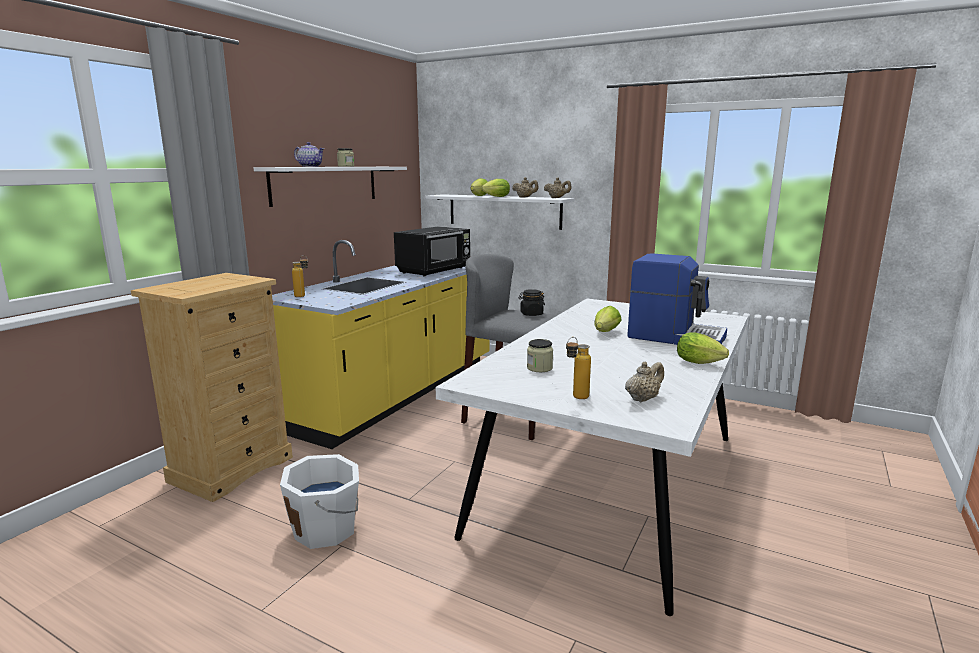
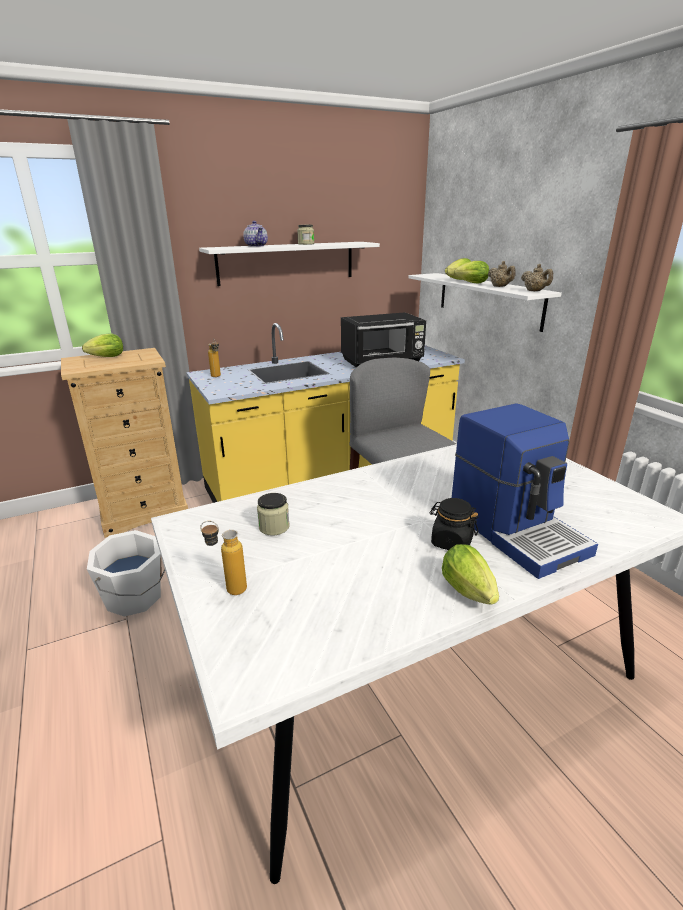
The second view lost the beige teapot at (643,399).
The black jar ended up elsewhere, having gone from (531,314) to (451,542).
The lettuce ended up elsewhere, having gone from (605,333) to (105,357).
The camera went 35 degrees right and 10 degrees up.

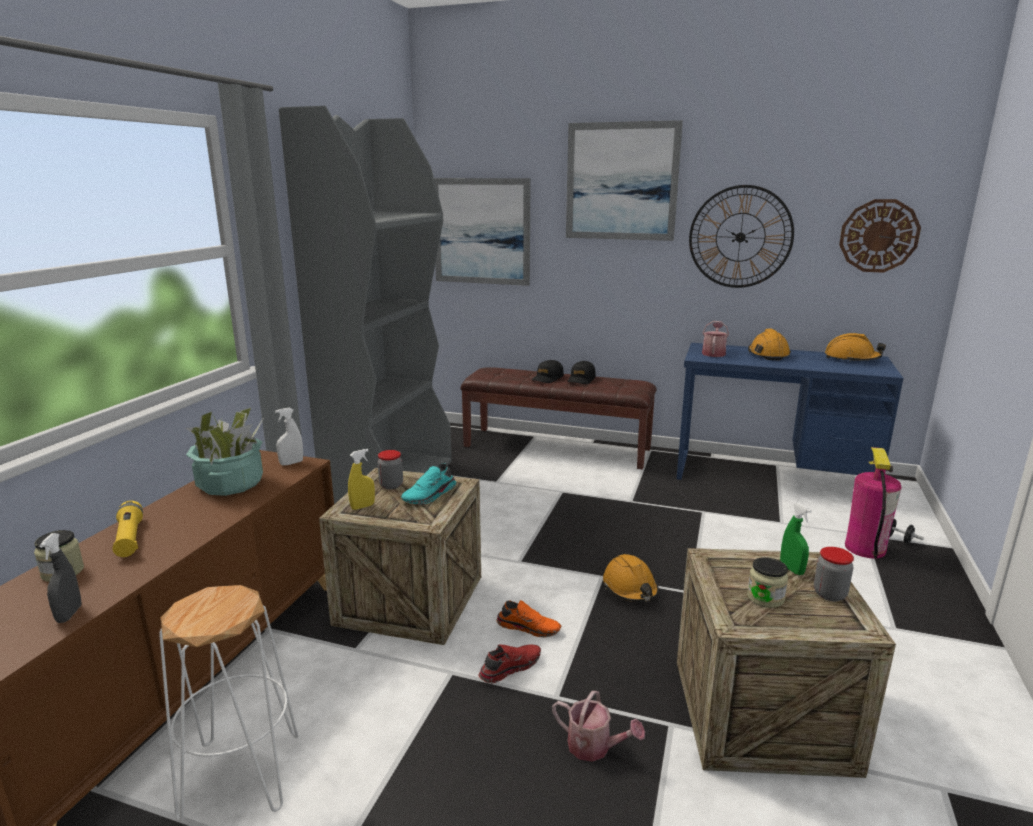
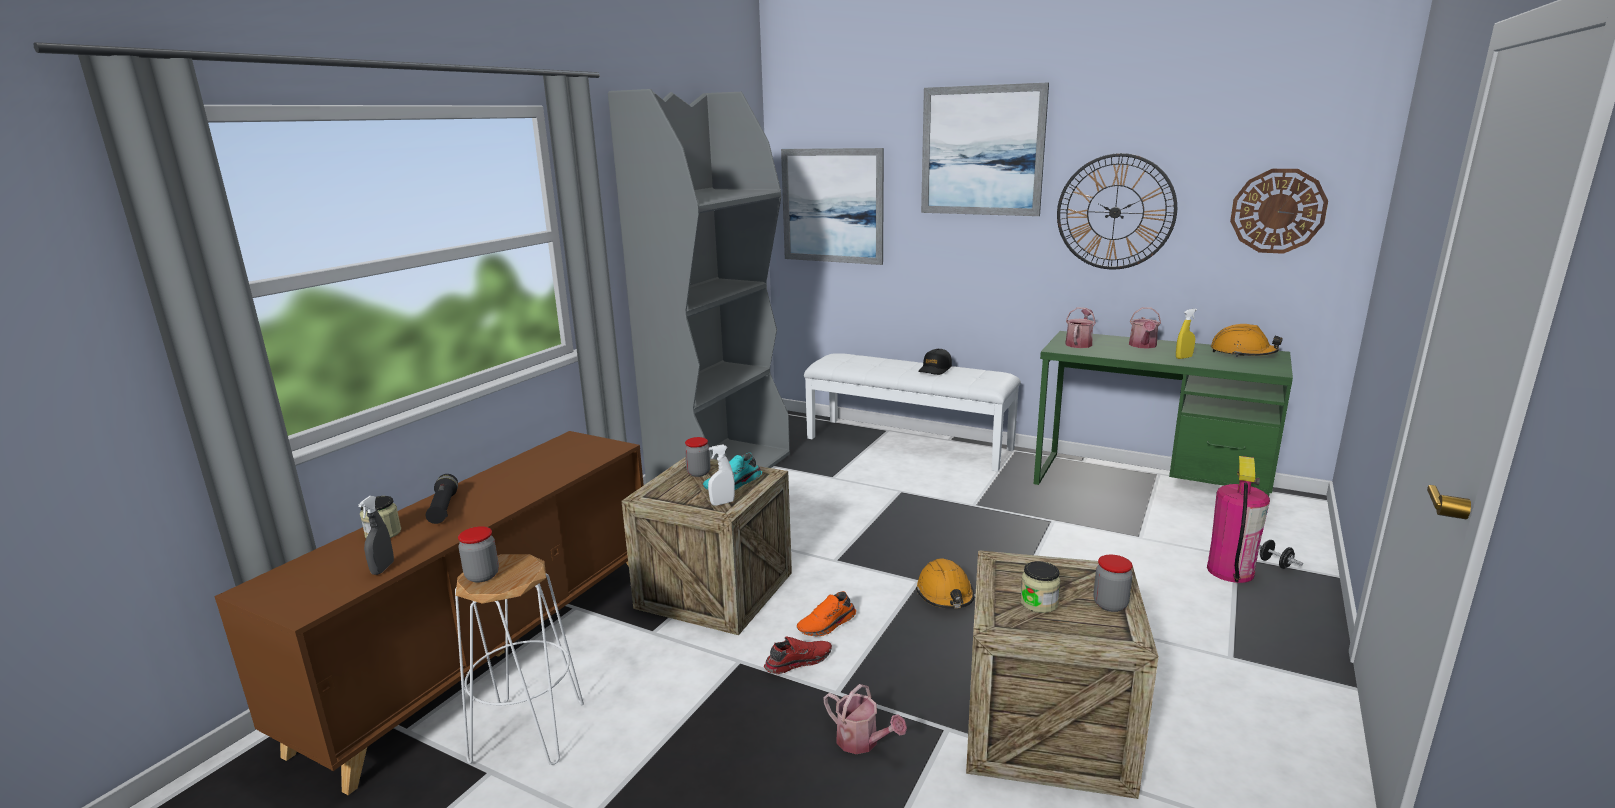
The second view lost the potted plant at (231,484).
The second view lost the black cap at (547,378).
The second view lost the green spray bottle at (791,569).
The second view gained the jar at (482,576).
The white spray bottle ended up elsewhere, having gone from (291,463) to (722,503).
The yellow spray bottle ended up elsewhere, having gone from (362,507) to (1183,357).
Where the orange hard hat stood at (768,354), the watering can came to stand at (1143,346).
What was the yellow flashlight at (129,538) turned into the black flashlight at (443,508).
What was the brown bench at (557,447) turned into the white bench at (909,443).
What was the blue desk at (772,476) turned into the green desk at (1147,485).
The orange shoe at (529,627) ended up facing another way, 120 degrees clockwise from before.
The camera went 10 degrees right and 0 degrees up.

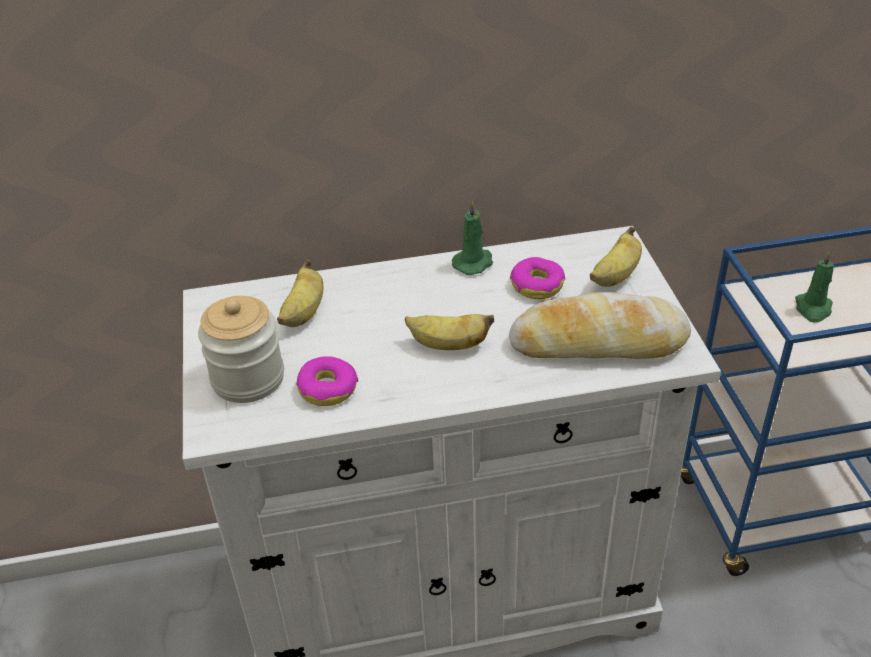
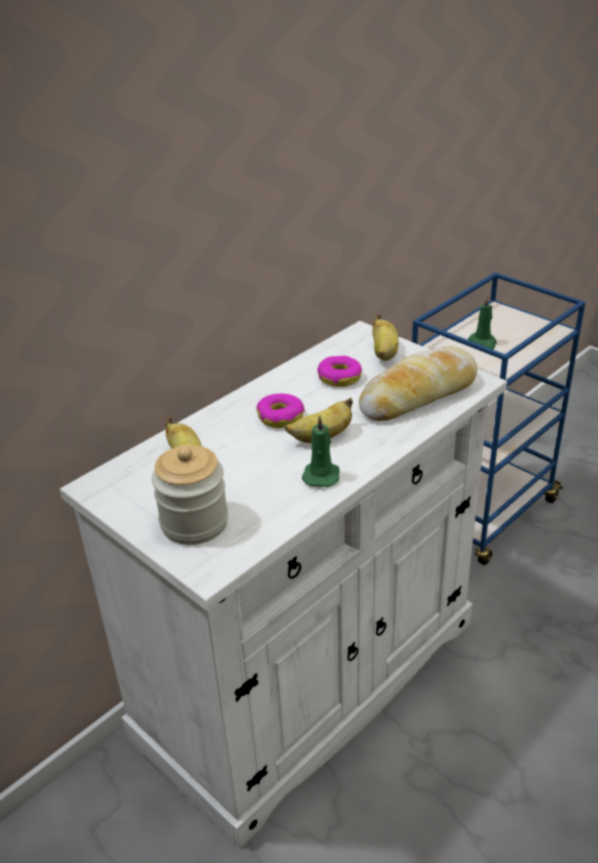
The donut ended up elsewhere, having gone from (328,389) to (281,417).
The green candle ended up elsewhere, having gone from (474,263) to (321,475).
The camera went 35 degrees left and 5 degrees down.

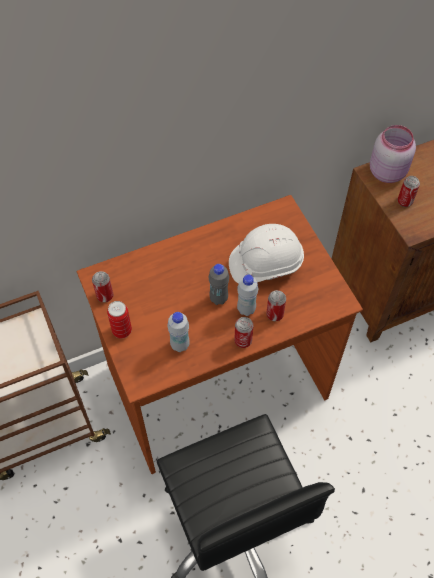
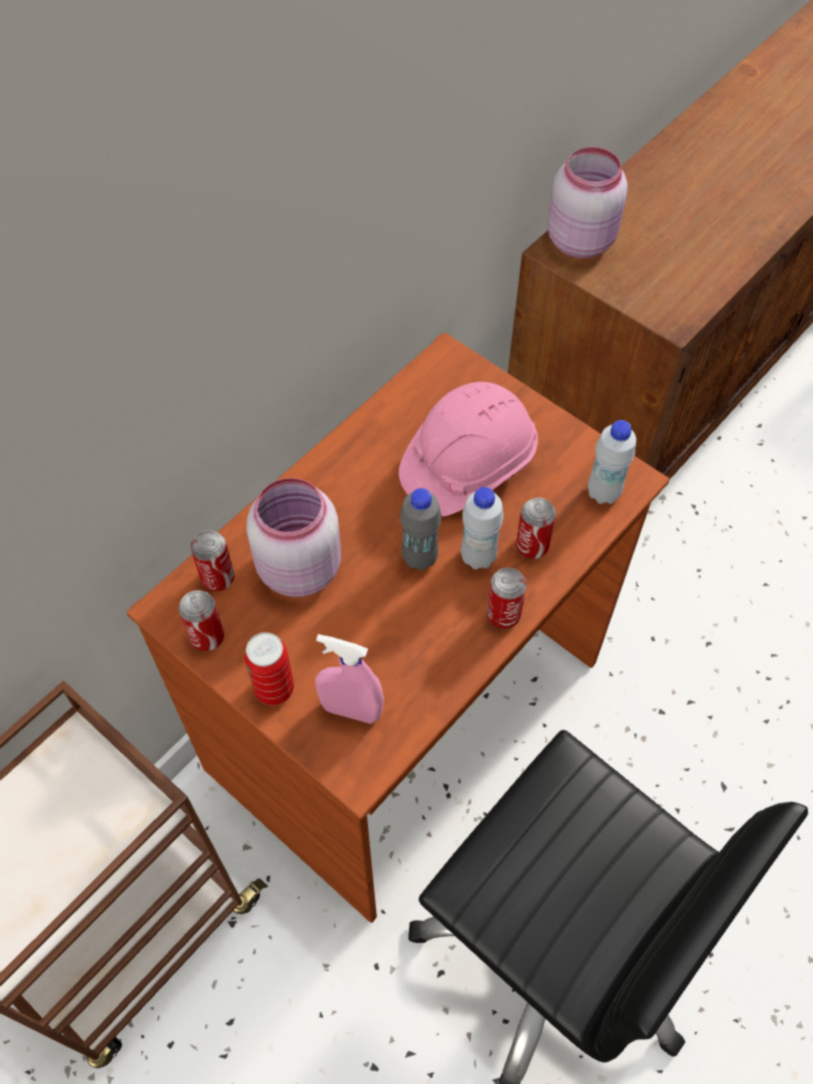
The second view gained the pink jar at (297,566).
The second view gained the pink spray bottle at (351,710).
The white bottle ended up elsewhere, having gone from (180,345) to (603,493).
The can ended up elsewhere, having gone from (405,201) to (218,578).
What was the white hard hat at (265,264) turned into the pink hard hat at (467,465).
The camera went 25 degrees left and 0 degrees up.

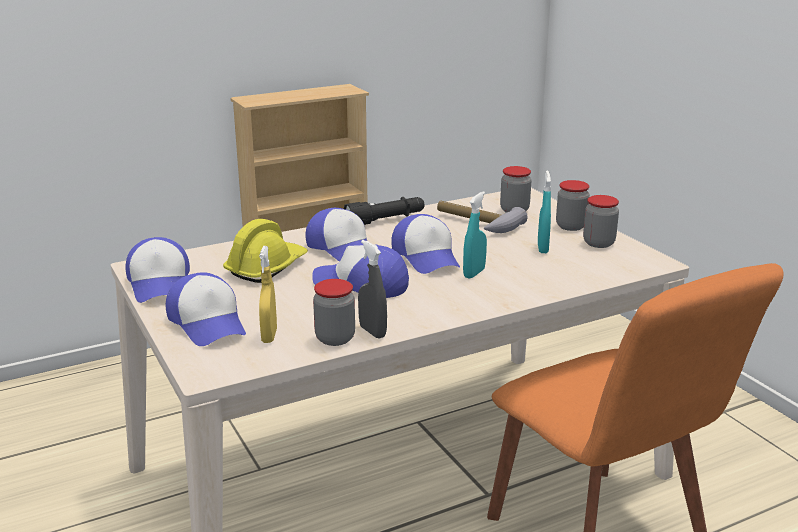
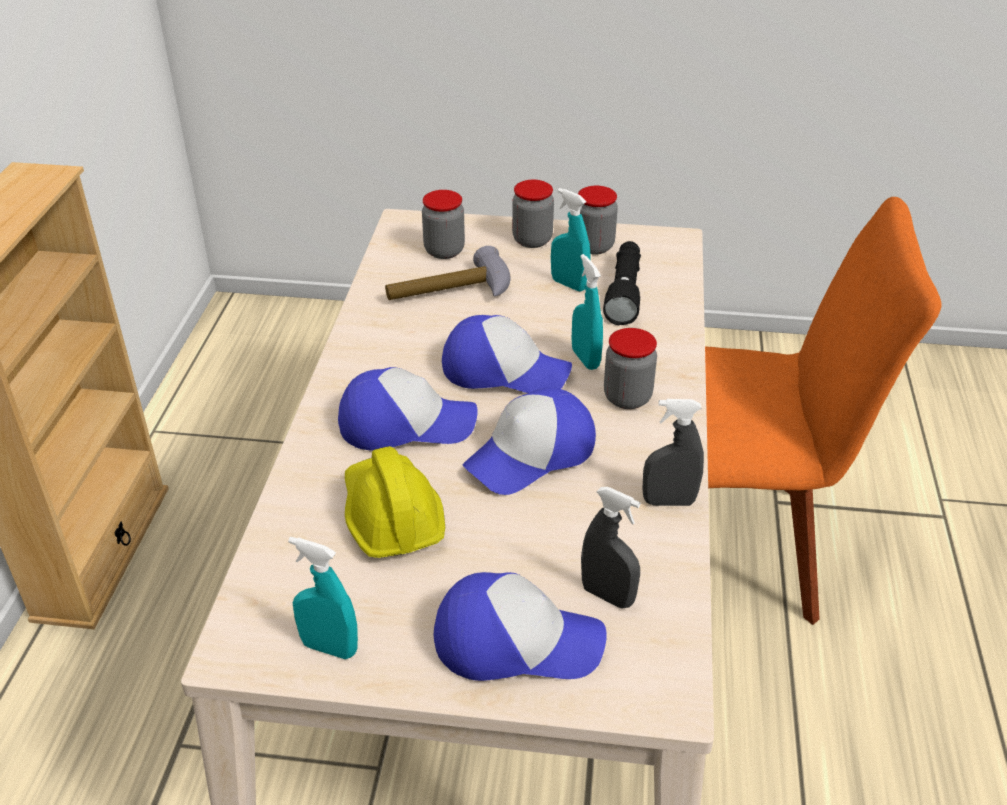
The jar ended up elsewhere, having gone from (335,338) to (627,397).
The black flashlight ended up elsewhere, having gone from (385,221) to (624,292).
Where the cap stood at (160,283), the turquoise spray bottle came to stand at (329,647).
What was the yellow spray bottle at (269,336) turned into the grey spray bottle at (607,595).
The camera went 55 degrees left and 15 degrees up.

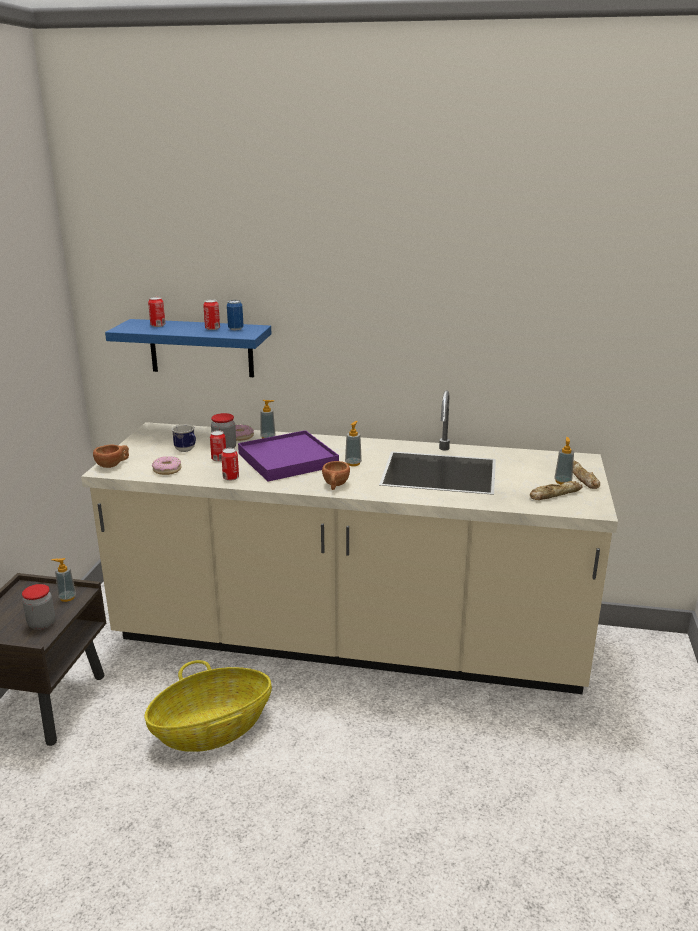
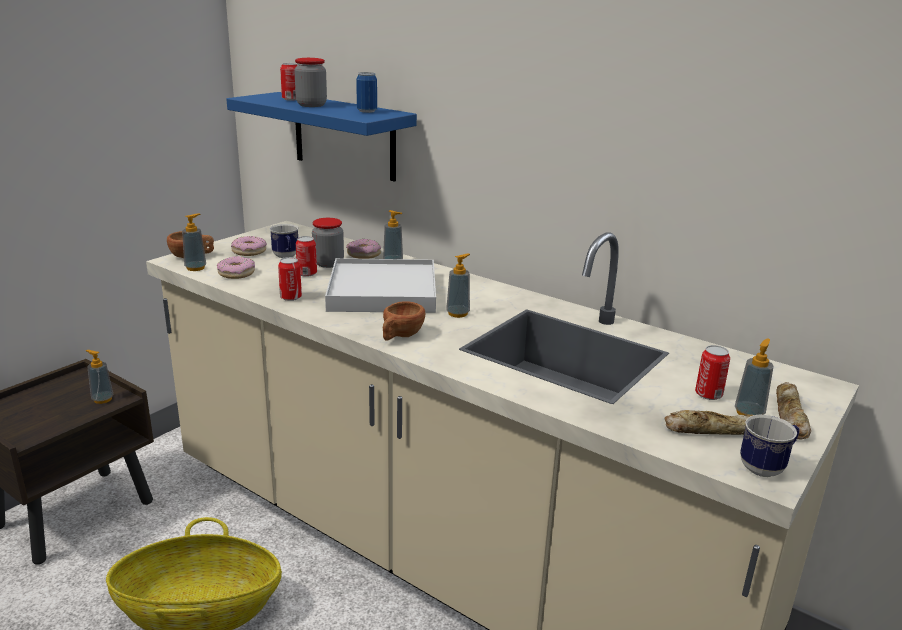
The second view gained the soap dispenser at (195,268).
The second view gained the donut at (249,251).
The second view gained the mug at (766,467).
The jar ended up elsewhere, having gone from (41,623) to (311,105).
The can ended up elsewhere, having gone from (212,328) to (708,394).
What was the purple tray at (287,460) turned into the white tray at (382,291).
The camera went 25 degrees right and 0 degrees up.

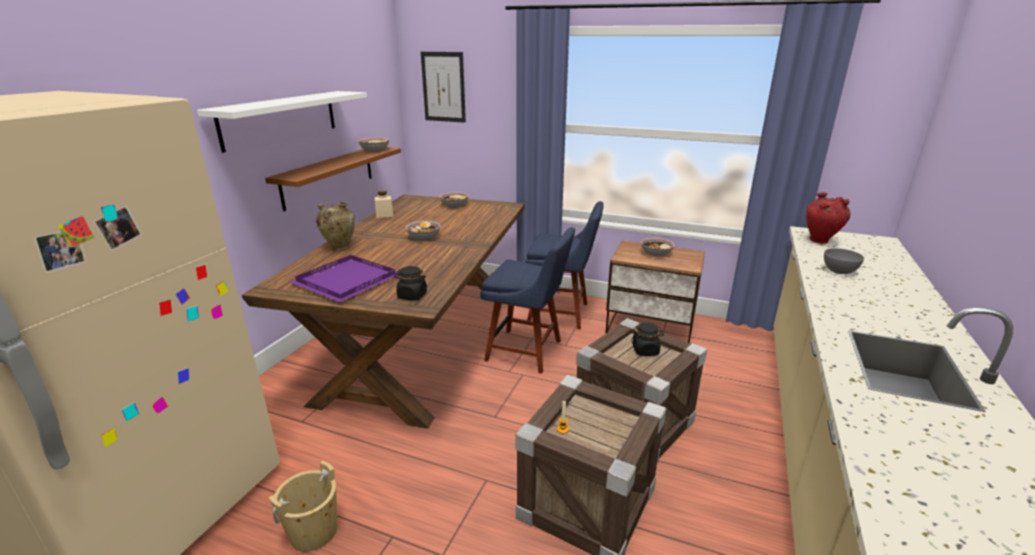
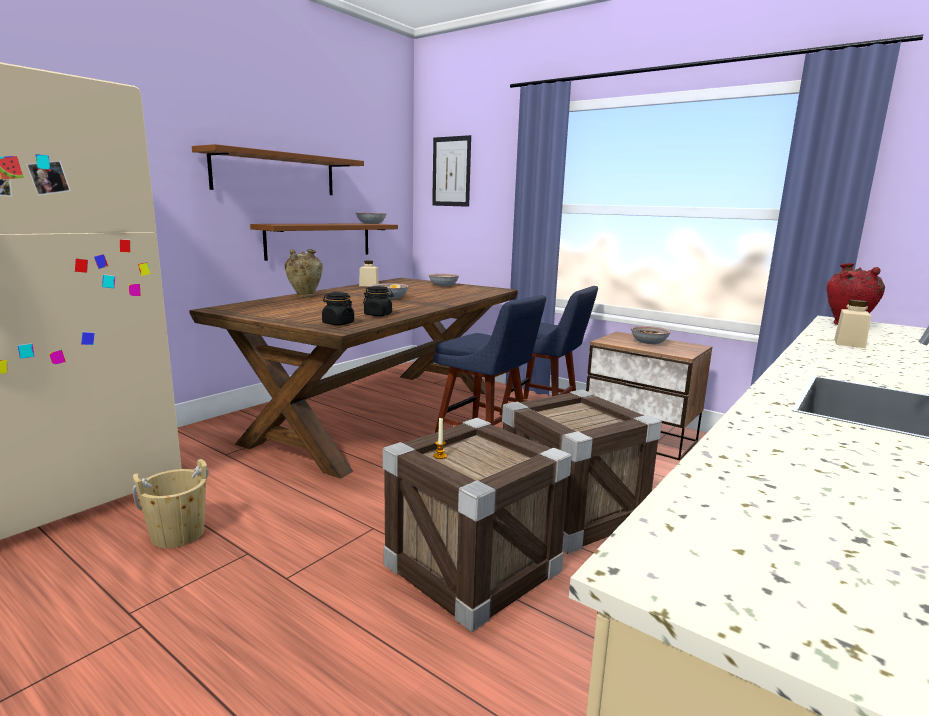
The second view lost the purple tray at (347,280).
The black jar ended up elsewhere, having gone from (645,350) to (378,315).
Where the grey bowl stood at (838,271), the beige jar came to stand at (849,343).
What was the white shelf at (280,119) turned into the brown shelf at (275,173).
The camera went 15 degrees right and 10 degrees down.

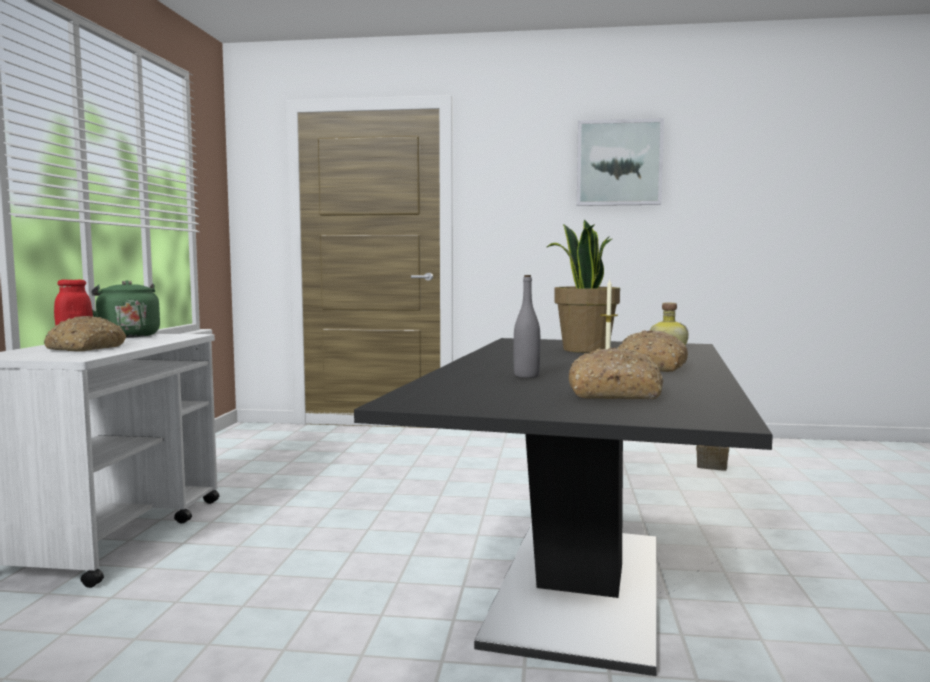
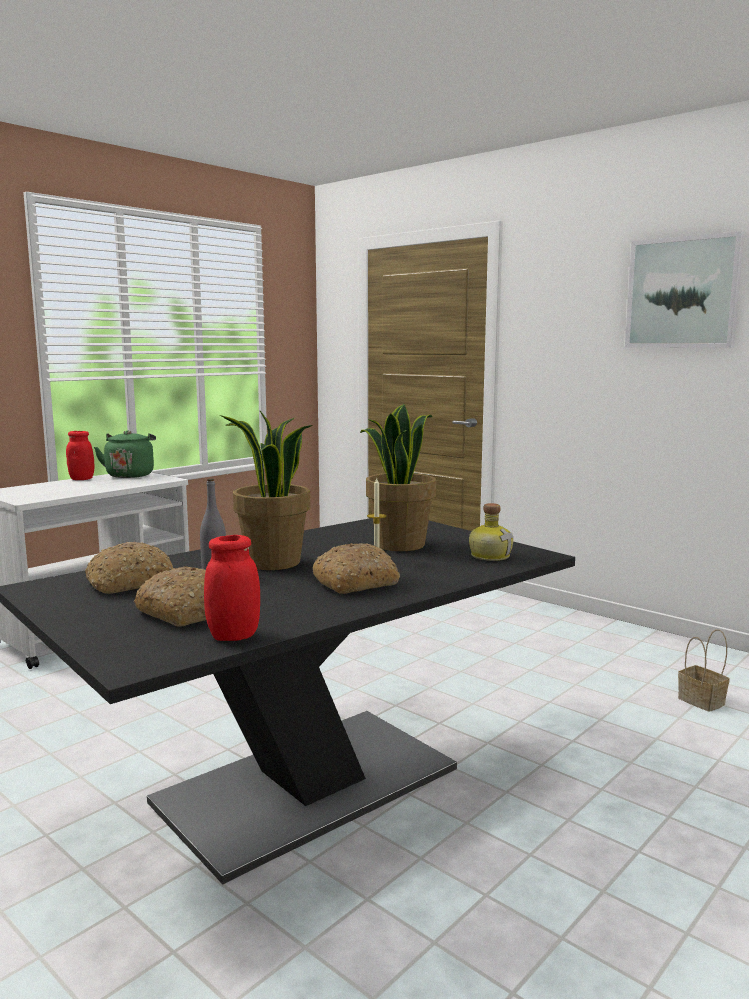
The second view gained the red jar at (233,636).
The second view gained the potted plant at (272,563).
The bread ended up elsewhere, having gone from (86,348) to (129,583).
The camera went 35 degrees right and 5 degrees up.

